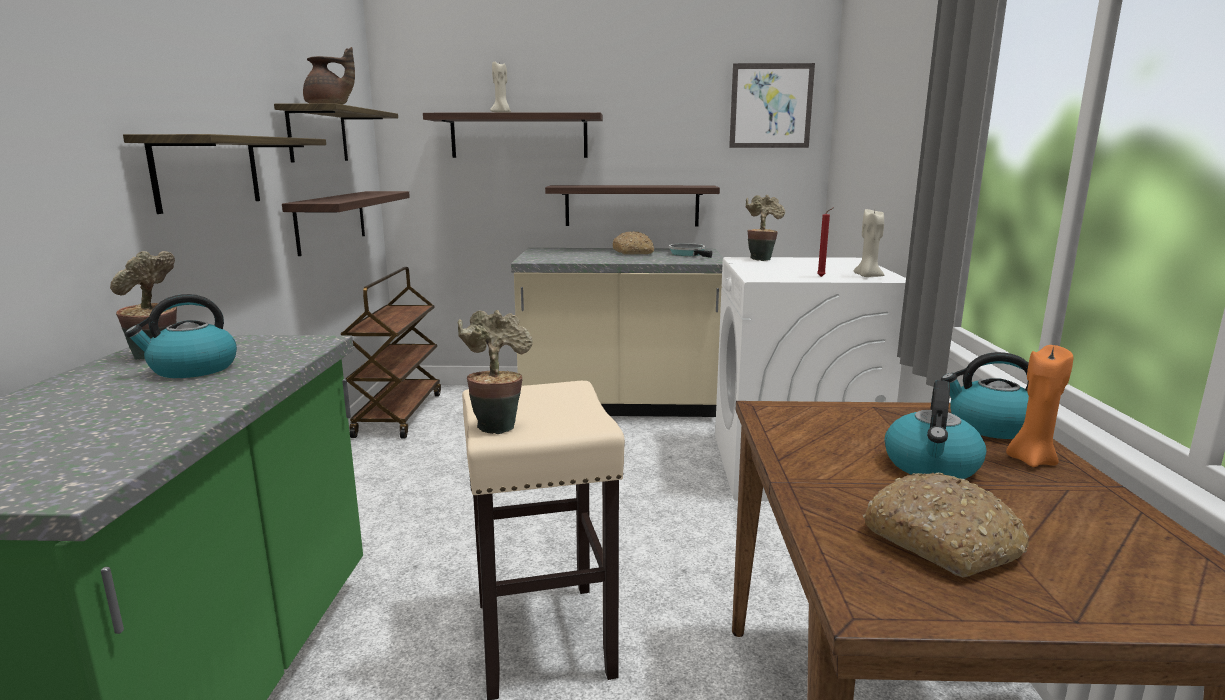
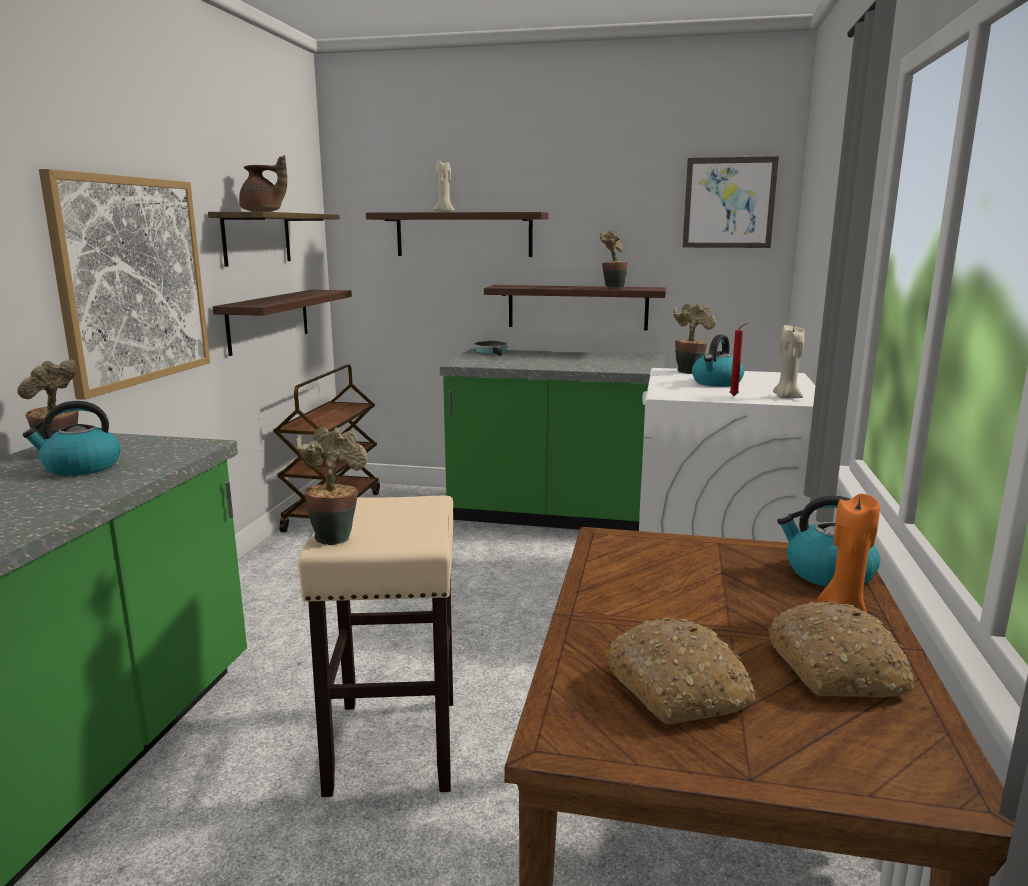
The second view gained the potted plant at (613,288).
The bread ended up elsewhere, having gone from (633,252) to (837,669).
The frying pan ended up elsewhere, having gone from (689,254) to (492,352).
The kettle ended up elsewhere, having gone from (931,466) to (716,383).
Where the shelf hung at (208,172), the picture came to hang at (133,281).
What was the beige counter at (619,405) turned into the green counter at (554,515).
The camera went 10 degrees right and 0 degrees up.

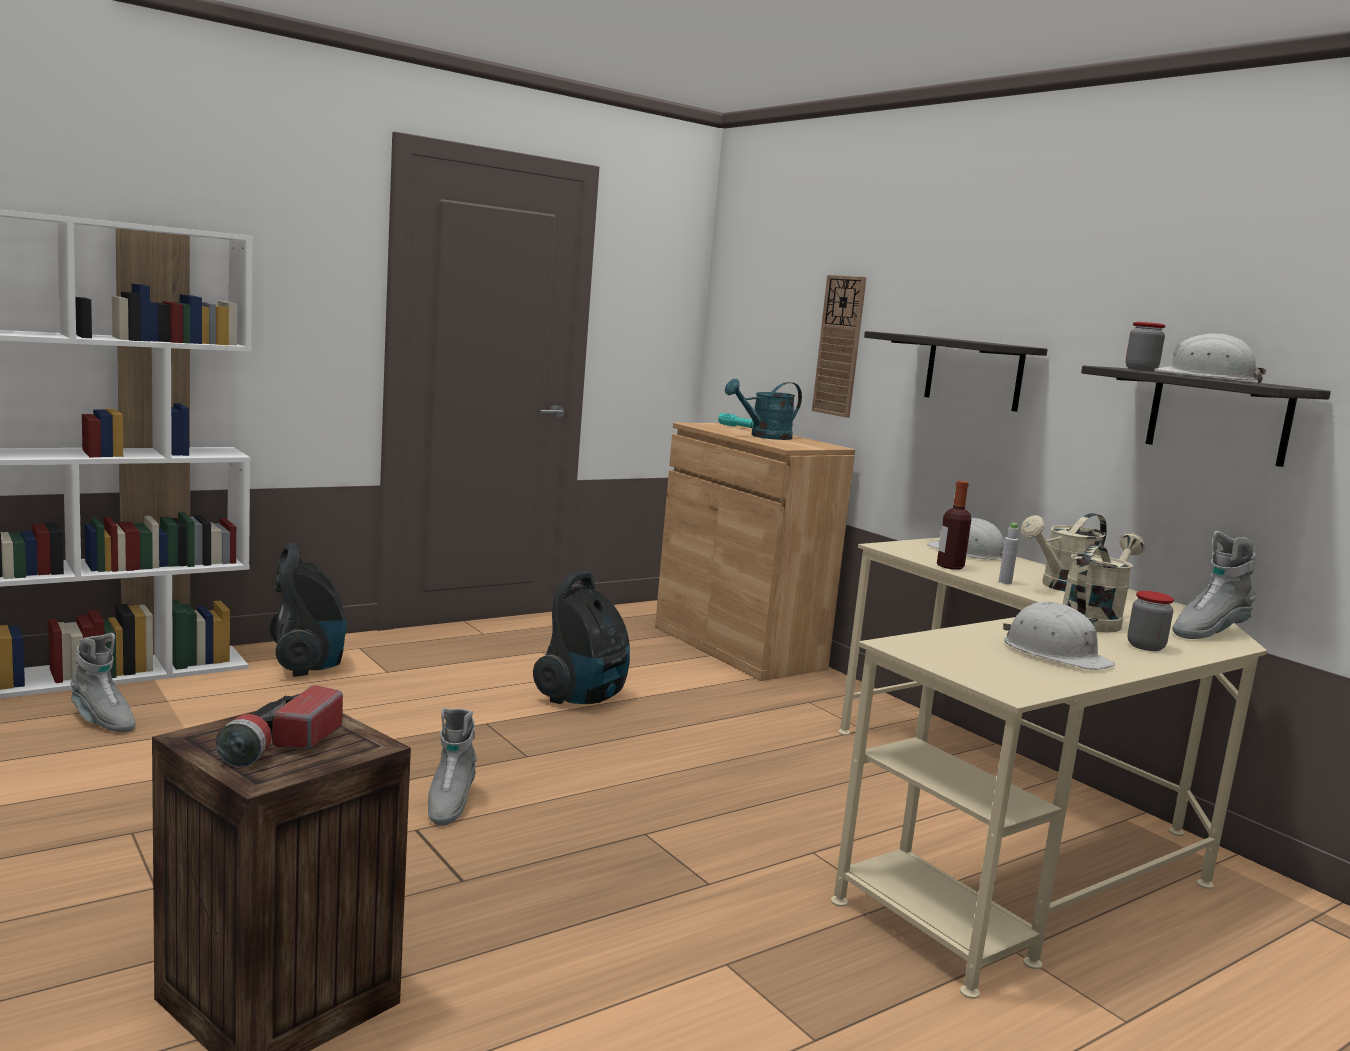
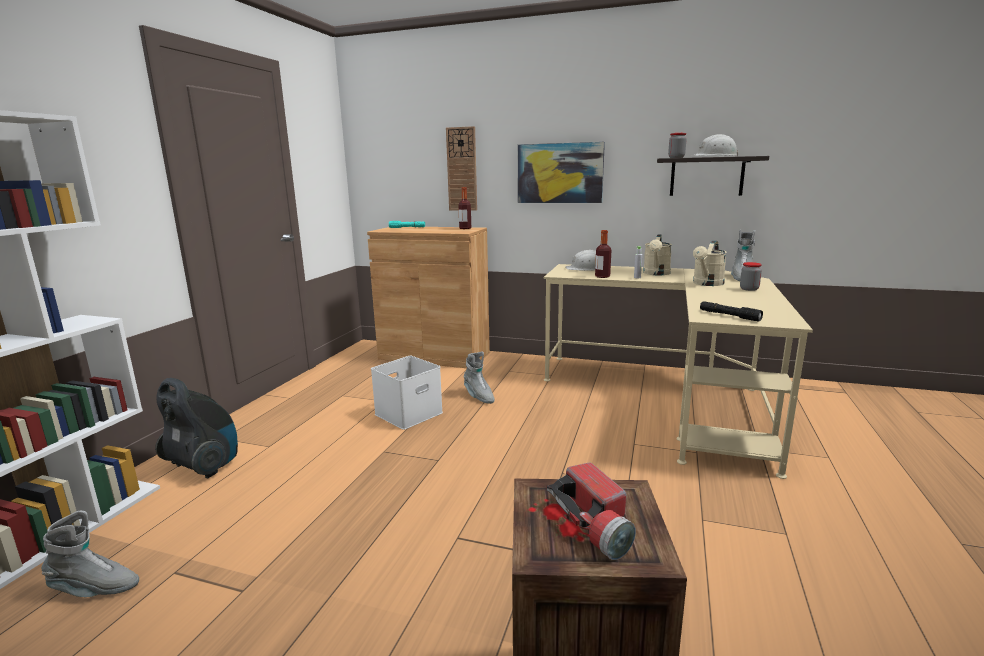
The second view lost the turquoise watering can at (764,436).
The second view lost the white hard hat at (1055,653).
The second view gained the bottle at (465,228).
The second view gained the black flashlight at (729,316).
The grey boot ended up elsewhere, having gone from (449,804) to (478,396).
Where the vacuum cleaner stood at (583,697), the white storage box came to stand at (409,413).
Where the shelf hung at (973,372), the picture came to hang at (560,173).
The beige watering can at (1094,620) ended up facing another way, 150 degrees counterclockwise from before.
The camera went 35 degrees left and 5 degrees up.

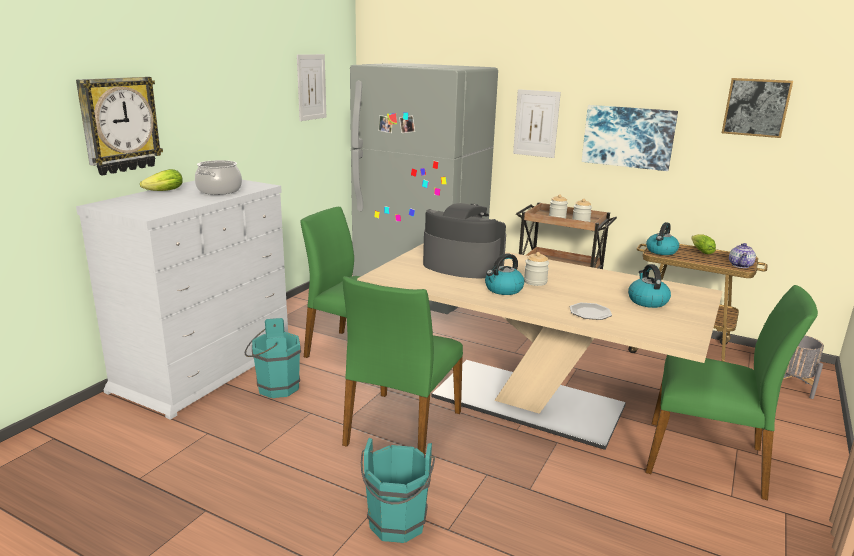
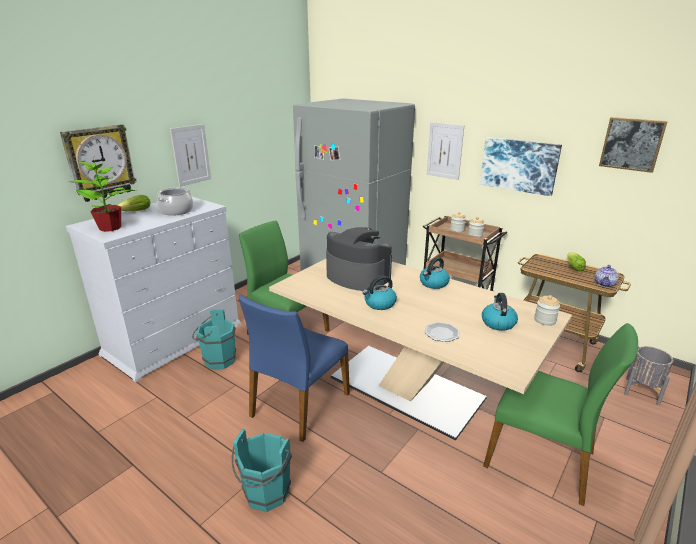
The second view gained the potted plant at (111,228).
The picture ended up elsewhere, having gone from (311,87) to (191,155).
The jar ended up elsewhere, having gone from (535,282) to (545,320).
The kettle ended up elsewhere, having gone from (661,251) to (433,284).
What was the green chair at (401,428) turned into the blue chair at (299,404).
The camera went 10 degrees right and 5 degrees up.

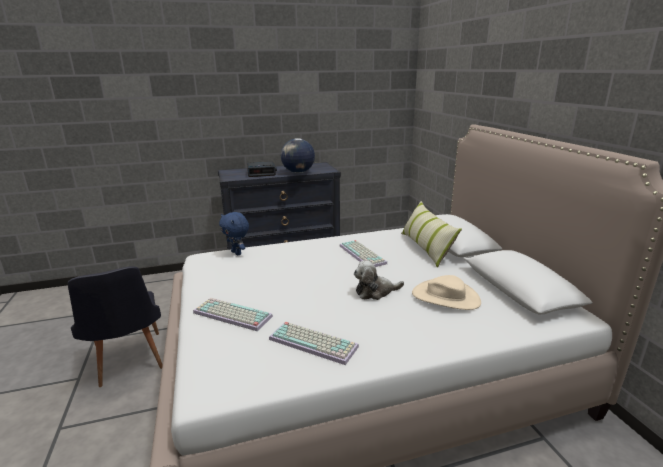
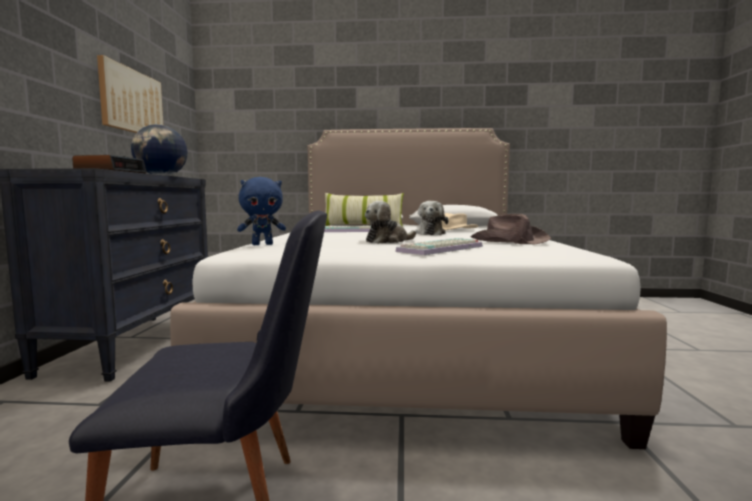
The second view gained the picture at (131,101).
The second view gained the plush toy at (388,241).
Where the keyboard stood at (315,342), the brown hat came to stand at (508,241).
The camera went 70 degrees left and 15 degrees down.

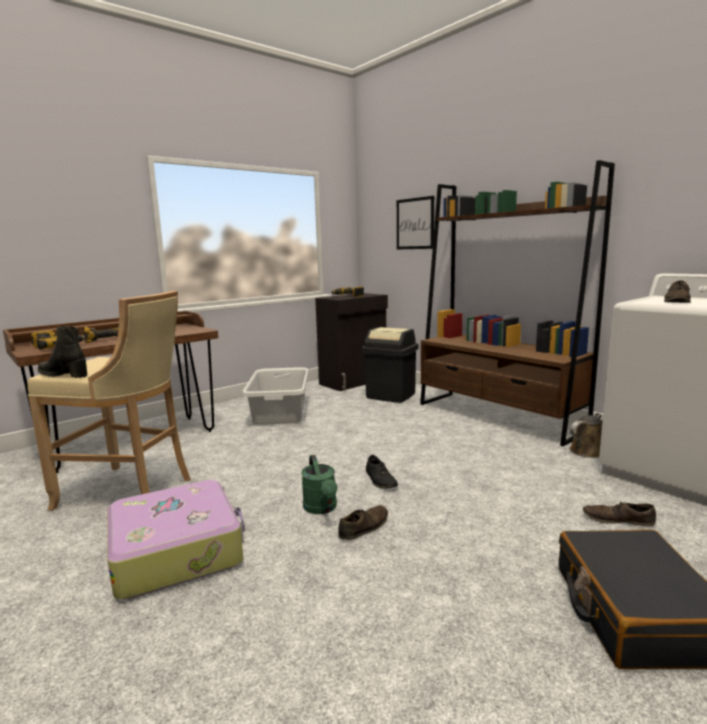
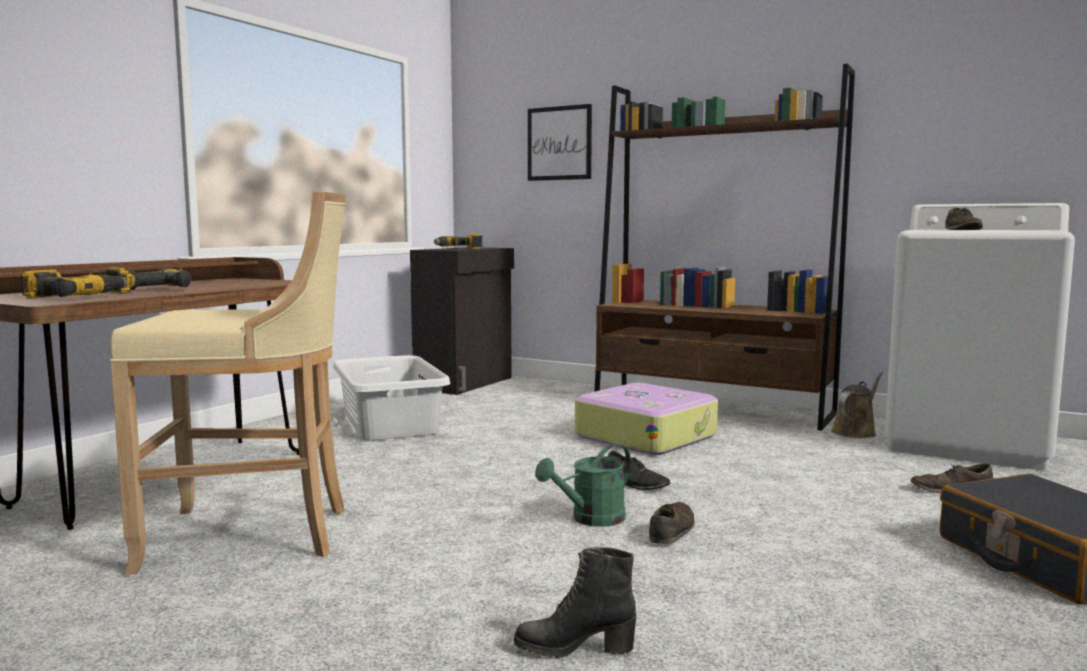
The second view lost the black trash can at (391,395).
The black boot ended up elsewhere, having gone from (64,375) to (574,648).
The suitcase ended up elsewhere, having gone from (177,551) to (646,435).
The green watering can at (322,508) ended up facing another way, 90 degrees clockwise from before.
The camera went 20 degrees left and 5 degrees down.

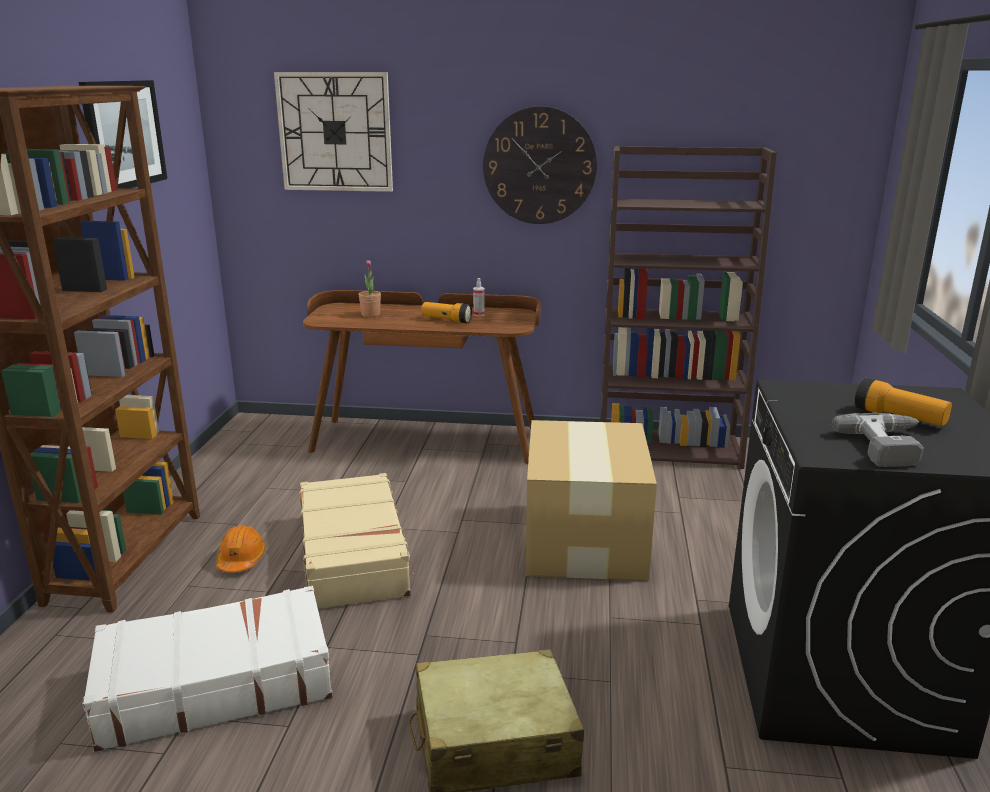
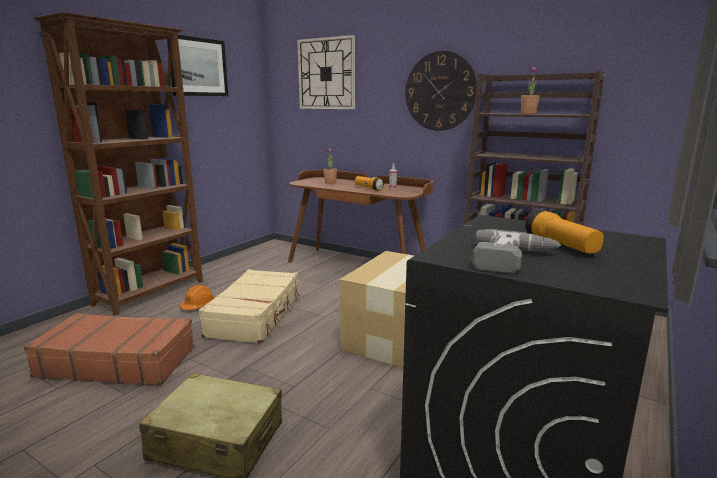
The second view gained the potted plant at (528,113).
What was the white suitcase at (215,684) turned into the brown suitcase at (117,361).
The camera went 25 degrees right and 5 degrees down.

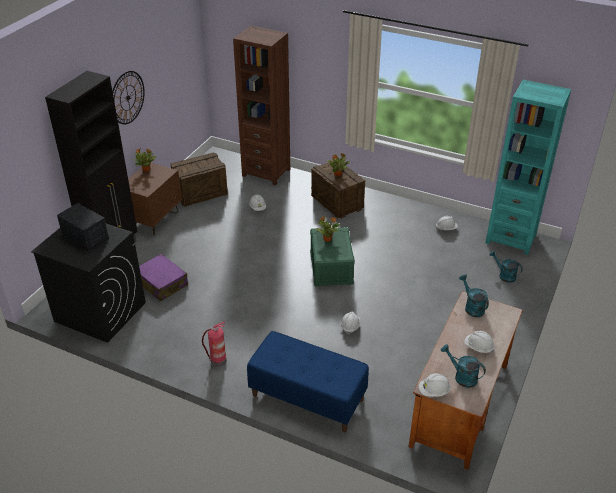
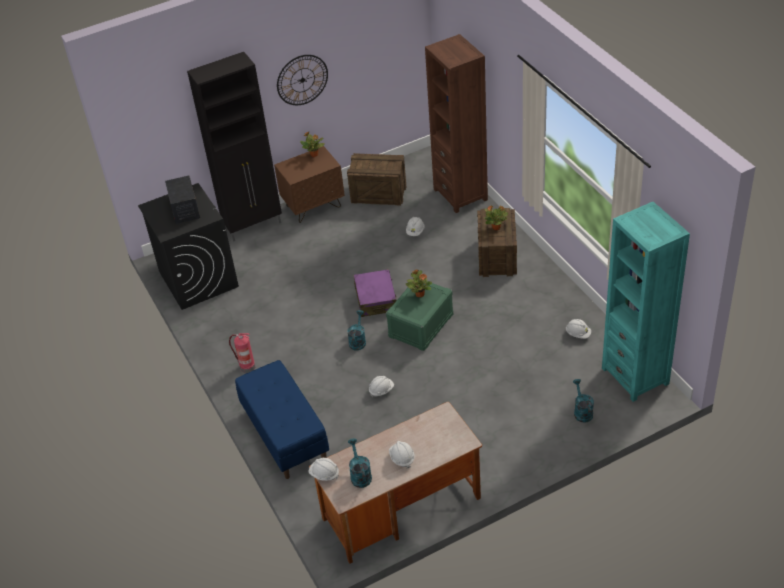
The purple suitcase ended up elsewhere, having gone from (161,283) to (376,299).
The turquoise watering can ended up elsewhere, having gone from (472,307) to (358,340).
The camera went 40 degrees right and 5 degrees up.

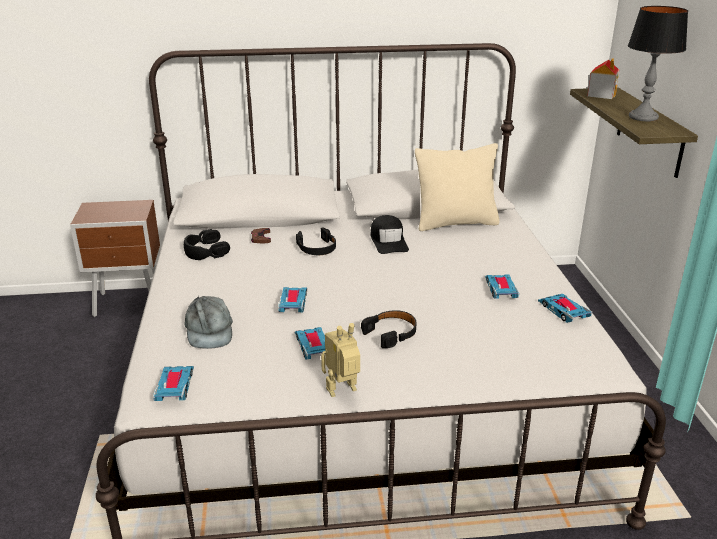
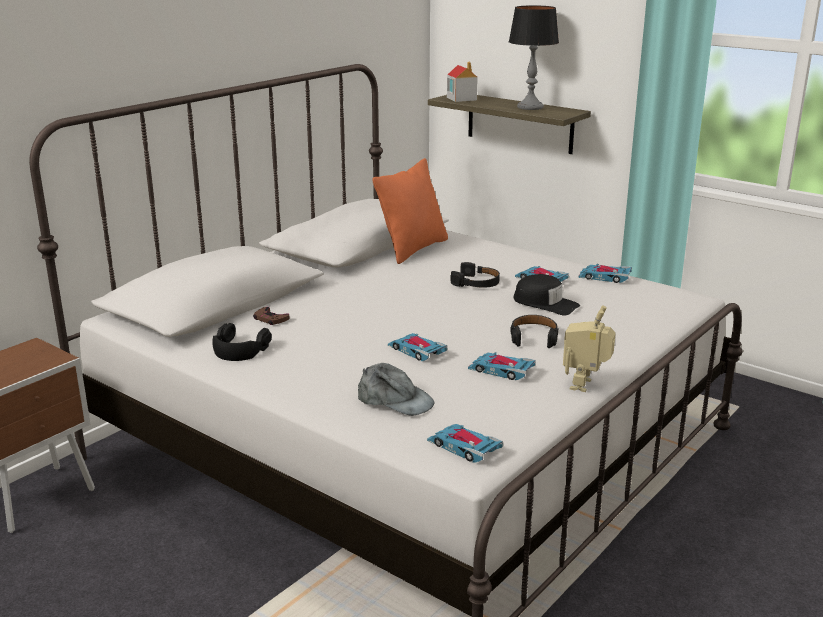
The black headphones ended up elsewhere, having gone from (317,248) to (476,283).
The black cap ended up elsewhere, having gone from (388,241) to (545,303).
What was the beige pillow at (456,223) turned into the orange pillow at (413,249).
The camera went 45 degrees left and 5 degrees down.

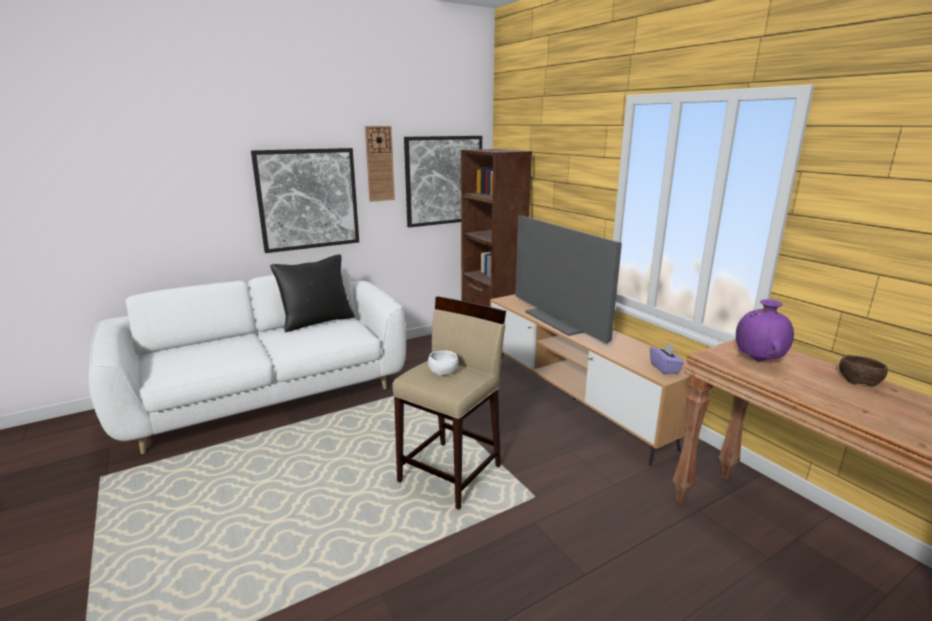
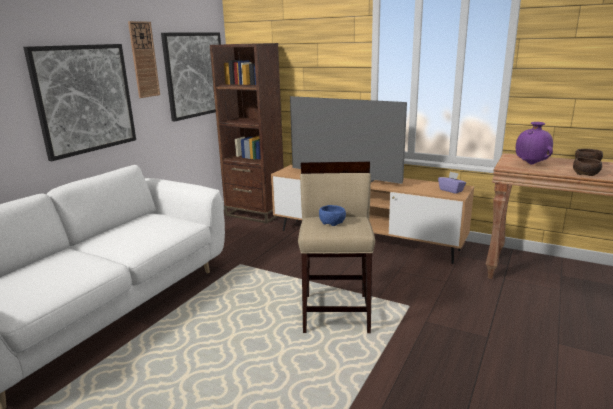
The second view lost the black pillow at (317,321).
The second view gained the brown bowl at (586,173).
What was the white bowl at (444,371) turned into the blue bowl at (332,222).
The camera went 30 degrees left and 0 degrees up.

